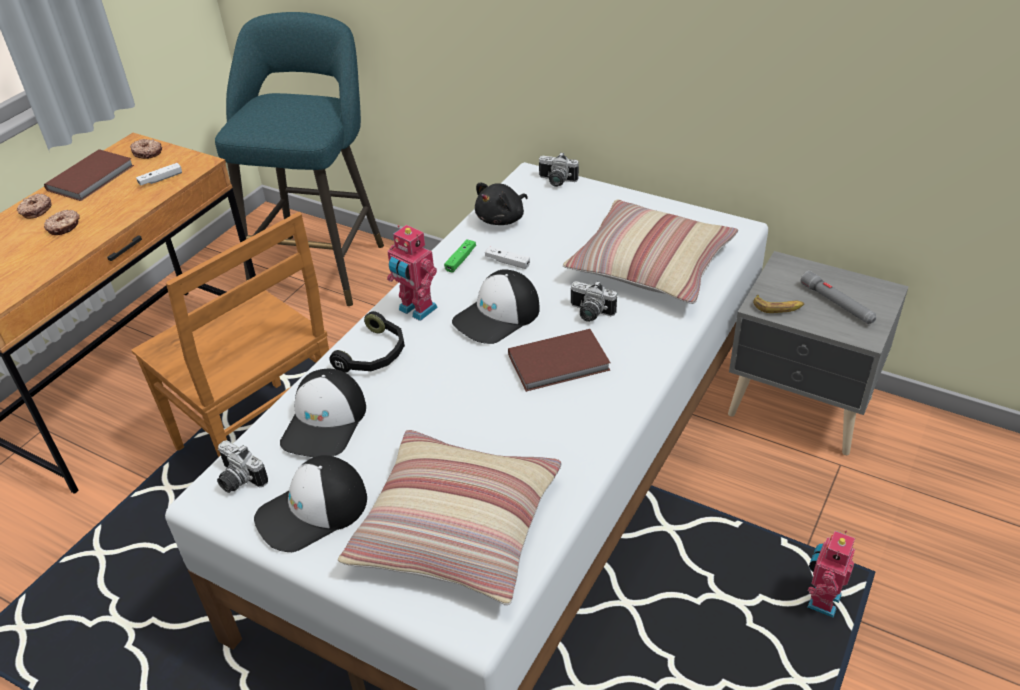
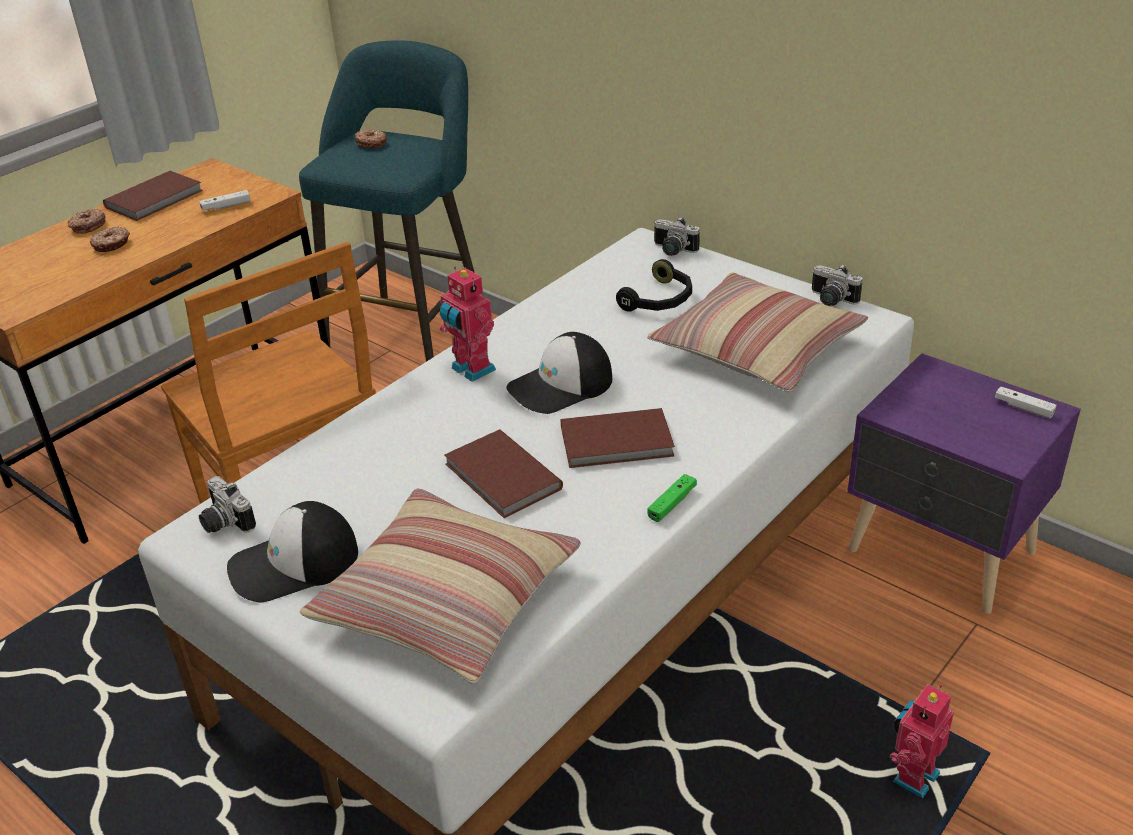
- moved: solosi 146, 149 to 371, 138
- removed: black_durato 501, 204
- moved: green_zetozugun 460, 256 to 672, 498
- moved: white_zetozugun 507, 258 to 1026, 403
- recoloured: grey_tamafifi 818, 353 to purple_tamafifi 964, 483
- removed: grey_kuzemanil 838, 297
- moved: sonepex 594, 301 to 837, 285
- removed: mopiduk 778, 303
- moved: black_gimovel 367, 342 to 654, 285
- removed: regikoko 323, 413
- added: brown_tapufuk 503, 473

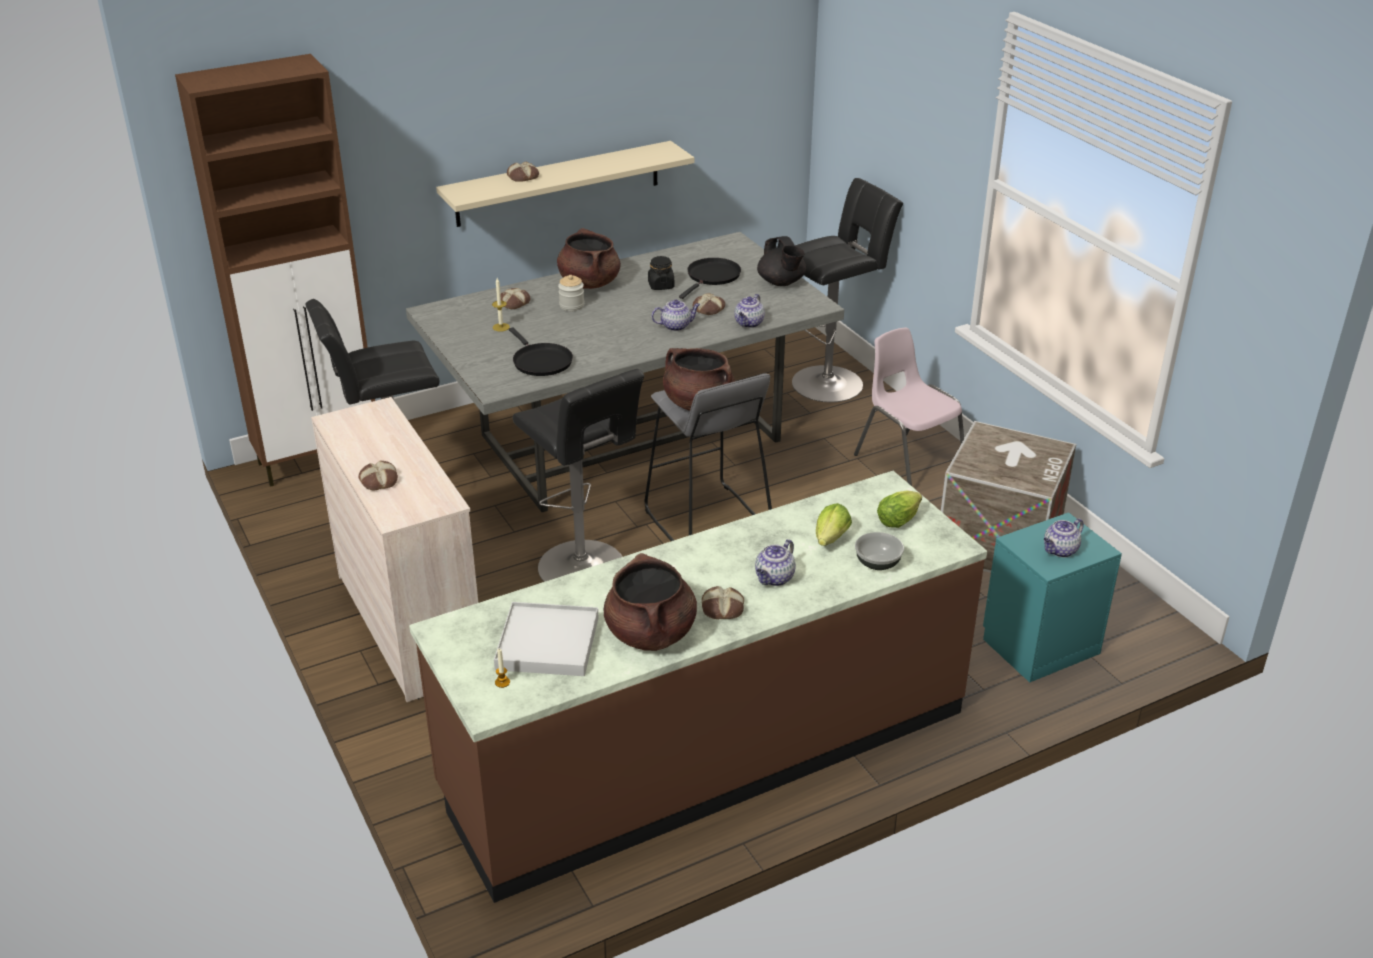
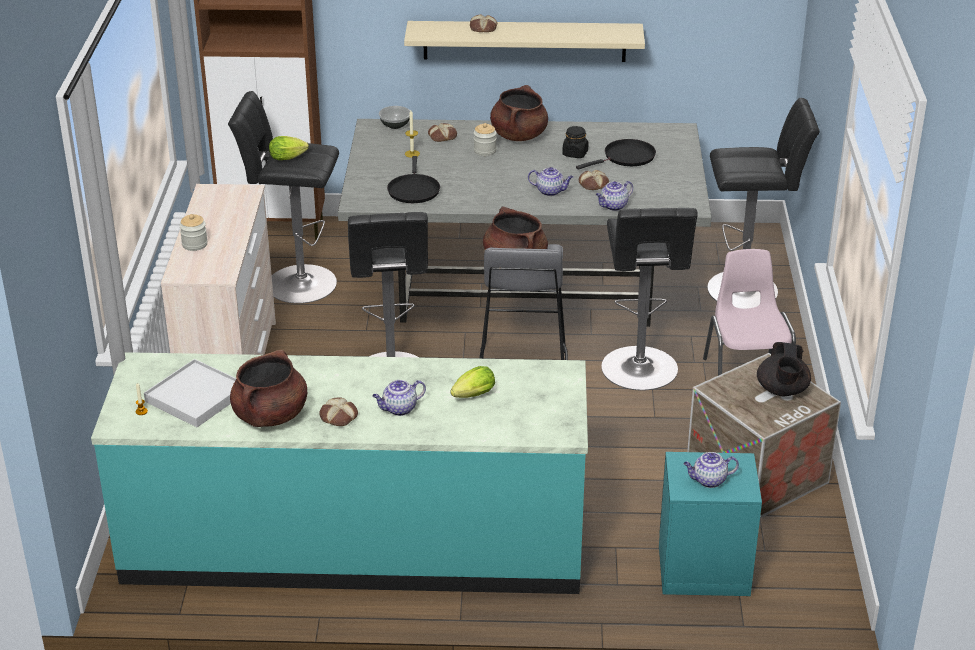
- moved: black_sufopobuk 781, 261 to 784, 369
- replaced: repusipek 378, 475 to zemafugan 193, 232
- recoloured: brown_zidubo 698, 687 to turquoise_zidubo 339, 473
- moved: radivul 899, 509 to 289, 148
- moved: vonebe 879, 551 to 394, 117
- added: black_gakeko 649, 299

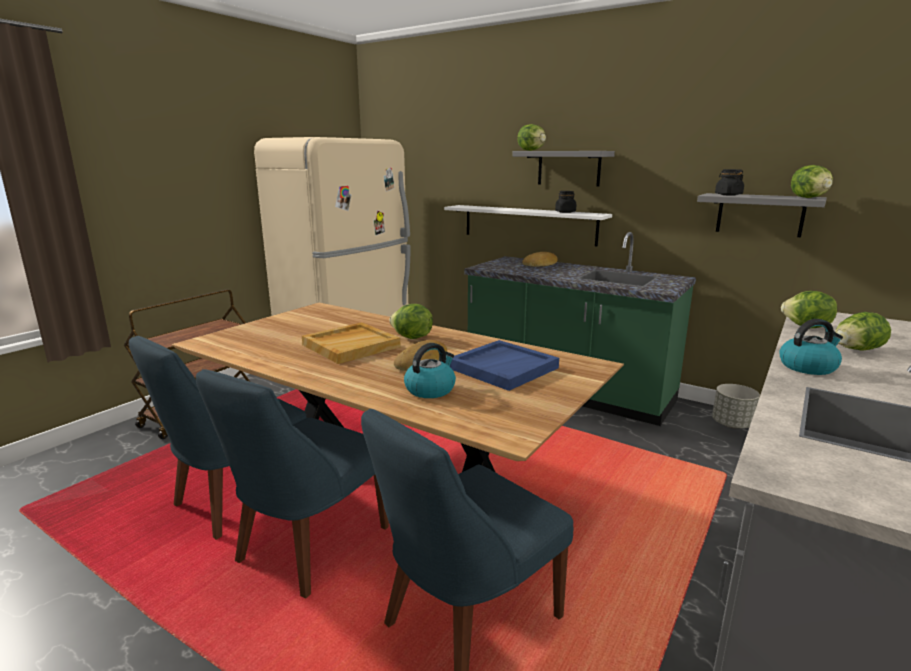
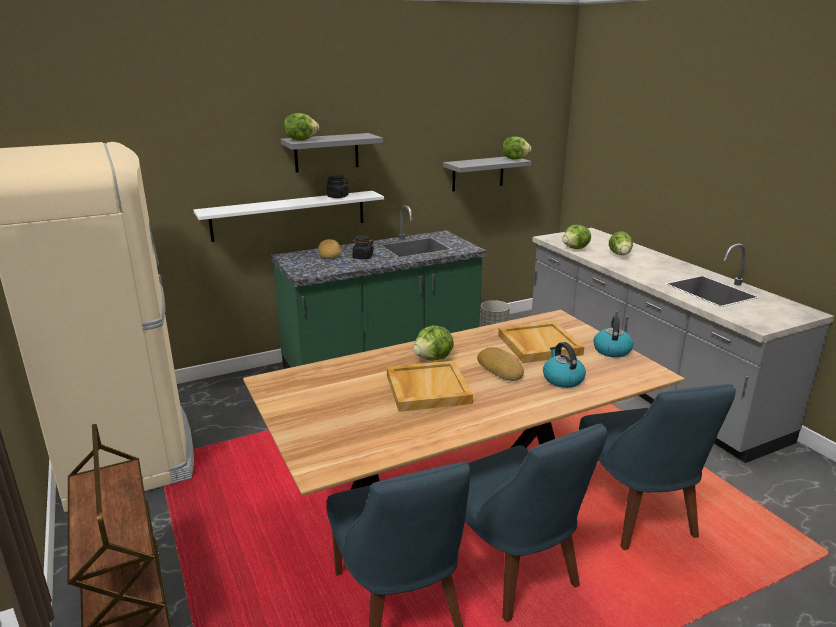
- moved: black_zemafugan 729, 182 to 362, 247
- moved: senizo 811, 347 to 613, 337
- recoloured: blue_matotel 504, 365 to beige_matotel 541, 342

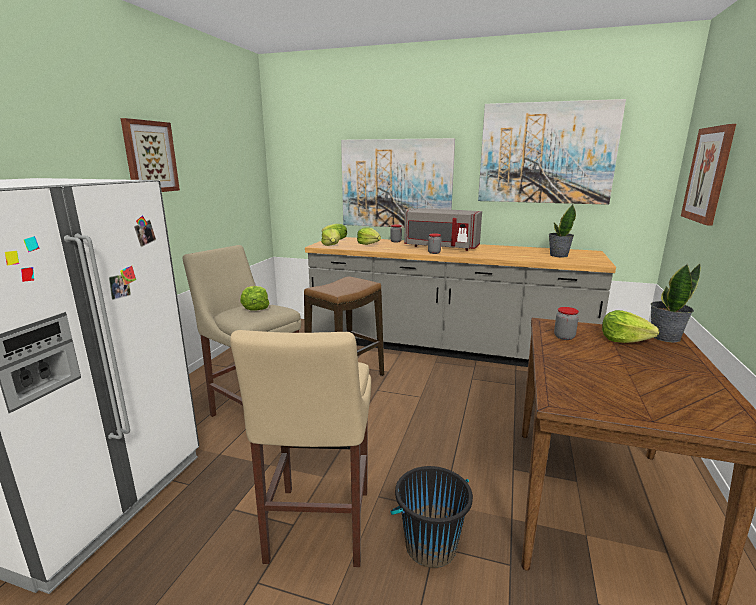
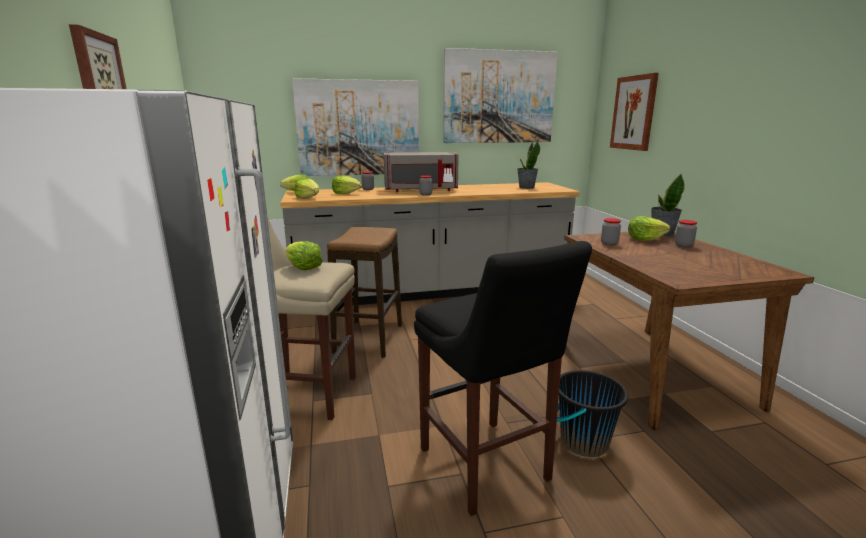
- recoloured: beige_gakeko 300, 448 to black_gakeko 503, 378
- added: zemafugan 686, 233

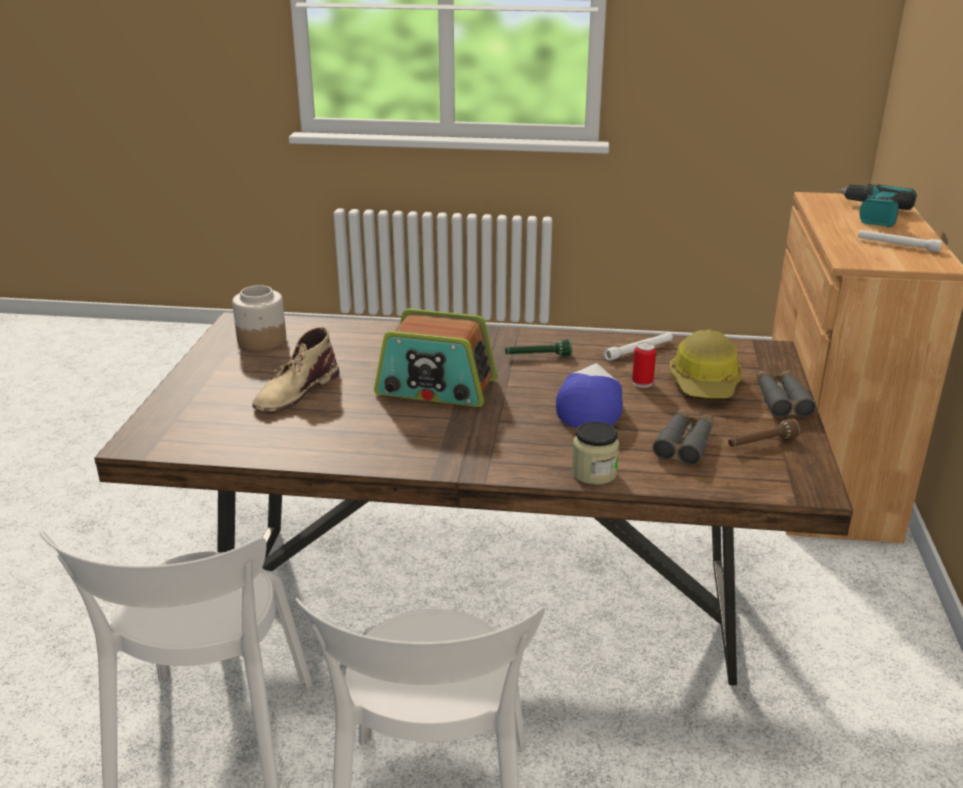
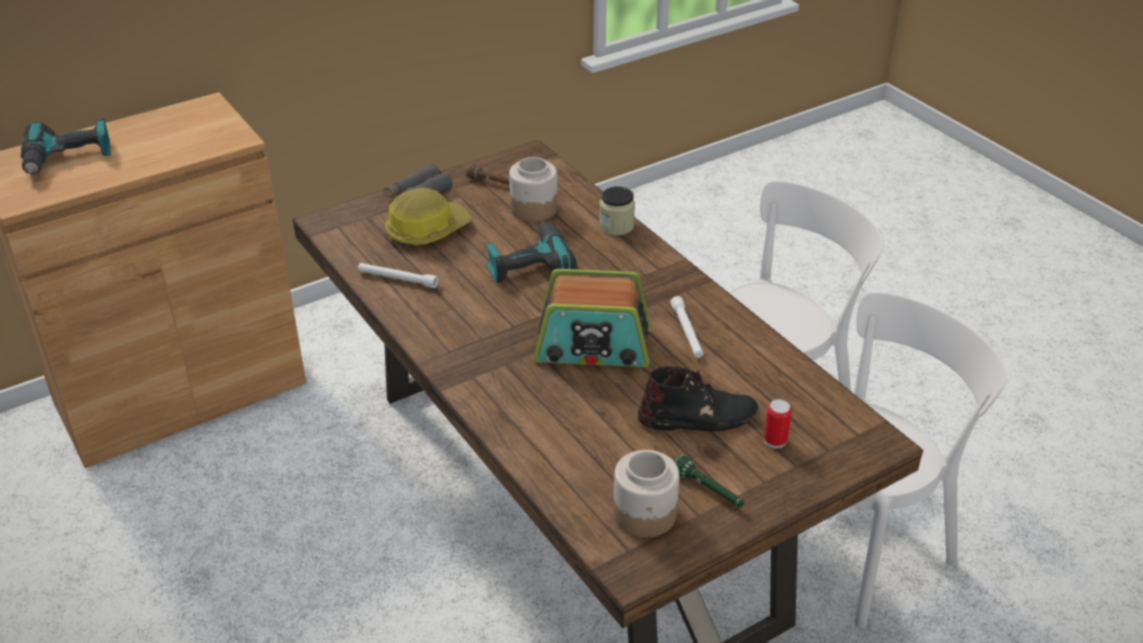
- moved: white_kuzemanil 900, 241 to 687, 327
- turned: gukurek 435, 357 = 592, 318 120 degrees clockwise
- recoloured: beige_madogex 295, 370 to black_madogex 698, 398
- moved: green_kuzemanil 538, 348 to 709, 481
- moved: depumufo 644, 365 to 778, 423
- replaced: regikoko 589, 395 to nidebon 531, 252
- replaced: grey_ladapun 683, 437 to zemafugan 533, 189

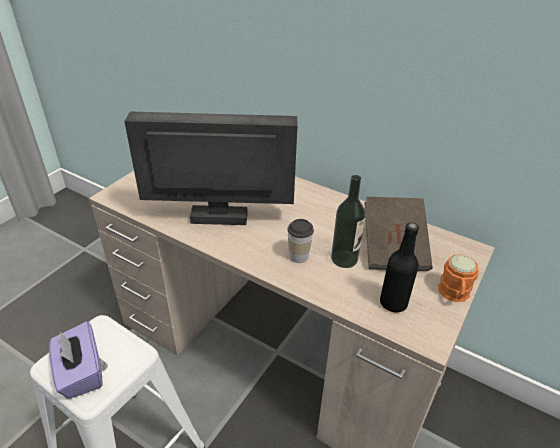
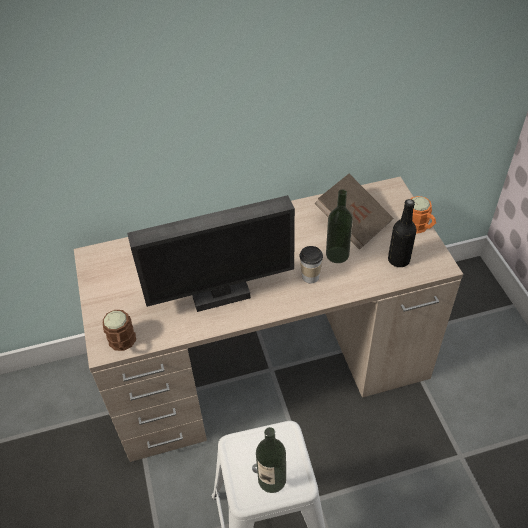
- turned: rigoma 210, 168 = 211, 253 150 degrees counterclockwise
- replaced: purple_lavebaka 76, 360 to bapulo 271, 460
- added: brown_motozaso 119, 330

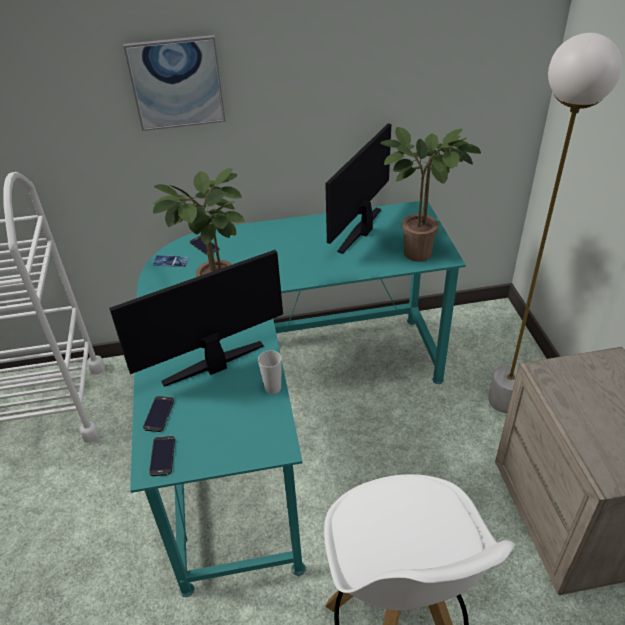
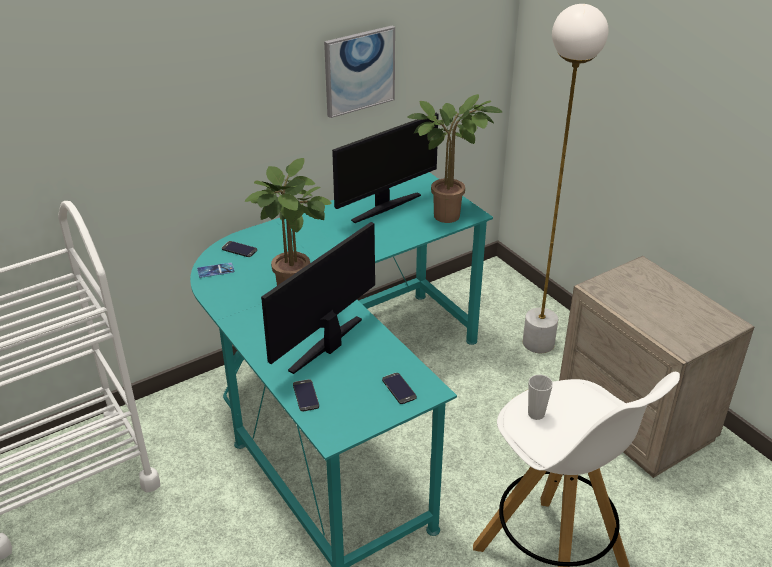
- moved: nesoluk 174, 83 to 359, 72
- turned: rigoma 358, 188 = 385, 168 135 degrees counterclockwise
- moved: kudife 270, 372 to 540, 397
- moved: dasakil 162, 456 to 399, 388

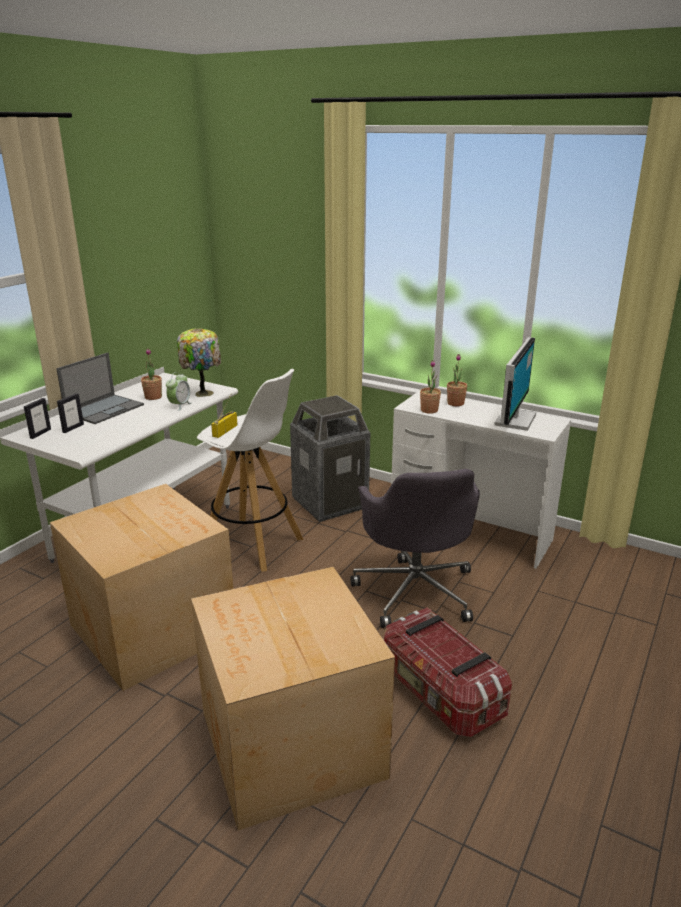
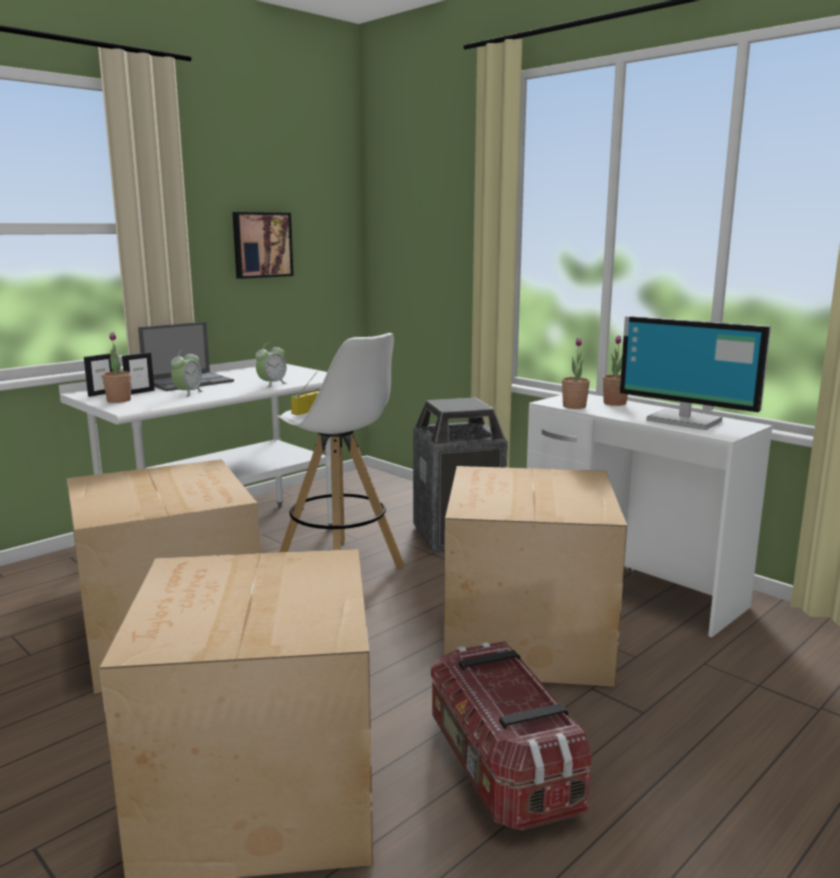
- removed: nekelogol 199, 362
- turned: rigoma 515, 384 = 695, 373 90 degrees clockwise
- moved: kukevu 151, 374 to 116, 367
- replaced: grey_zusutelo 415, 548 to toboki 535, 576
- added: nesoluk 263, 245
- added: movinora 187, 373

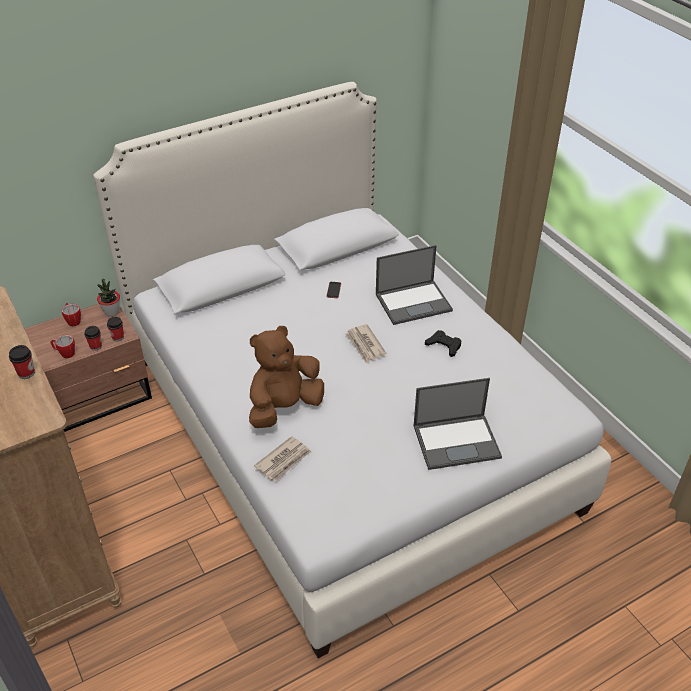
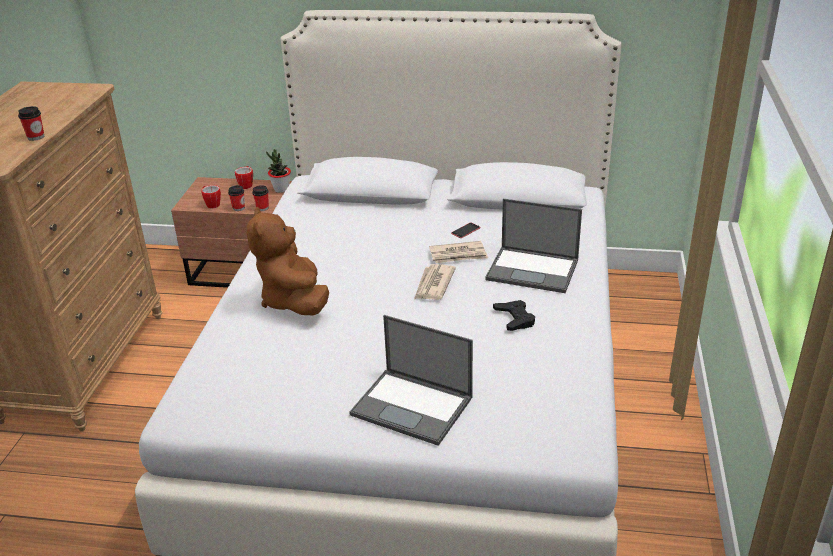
- turned: brown_durato 286, 377 = 288, 261 105 degrees counterclockwise
- moved: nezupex 282, 459 to 458, 252

